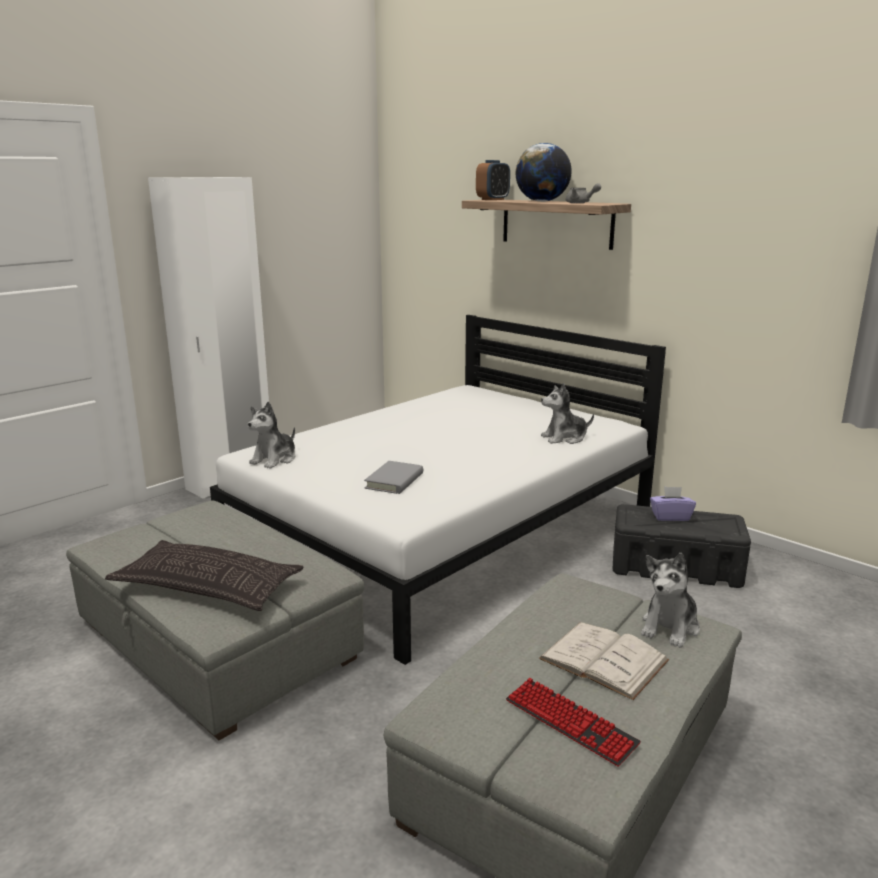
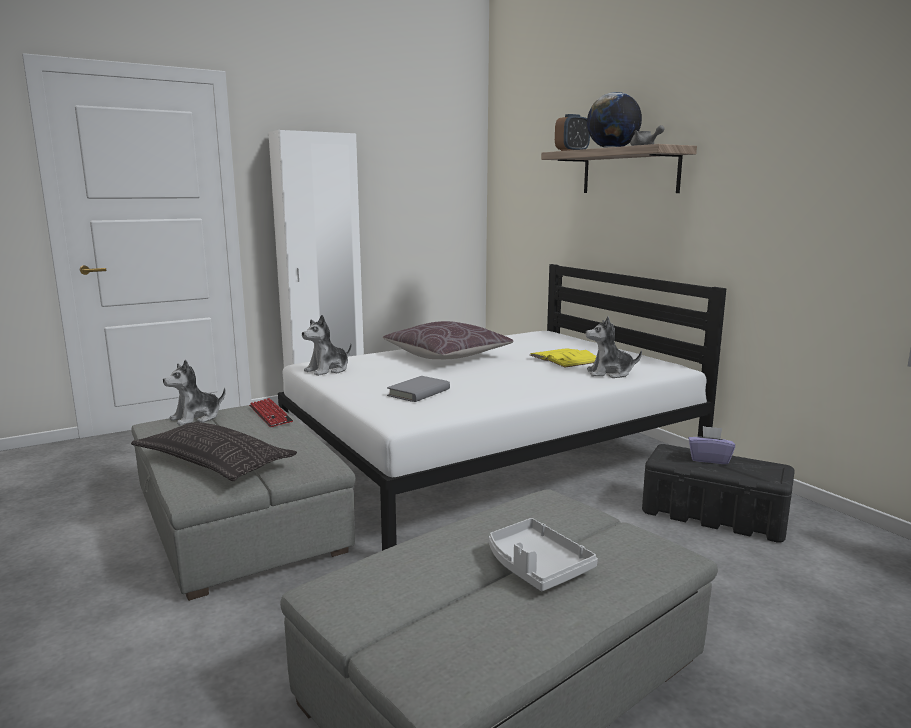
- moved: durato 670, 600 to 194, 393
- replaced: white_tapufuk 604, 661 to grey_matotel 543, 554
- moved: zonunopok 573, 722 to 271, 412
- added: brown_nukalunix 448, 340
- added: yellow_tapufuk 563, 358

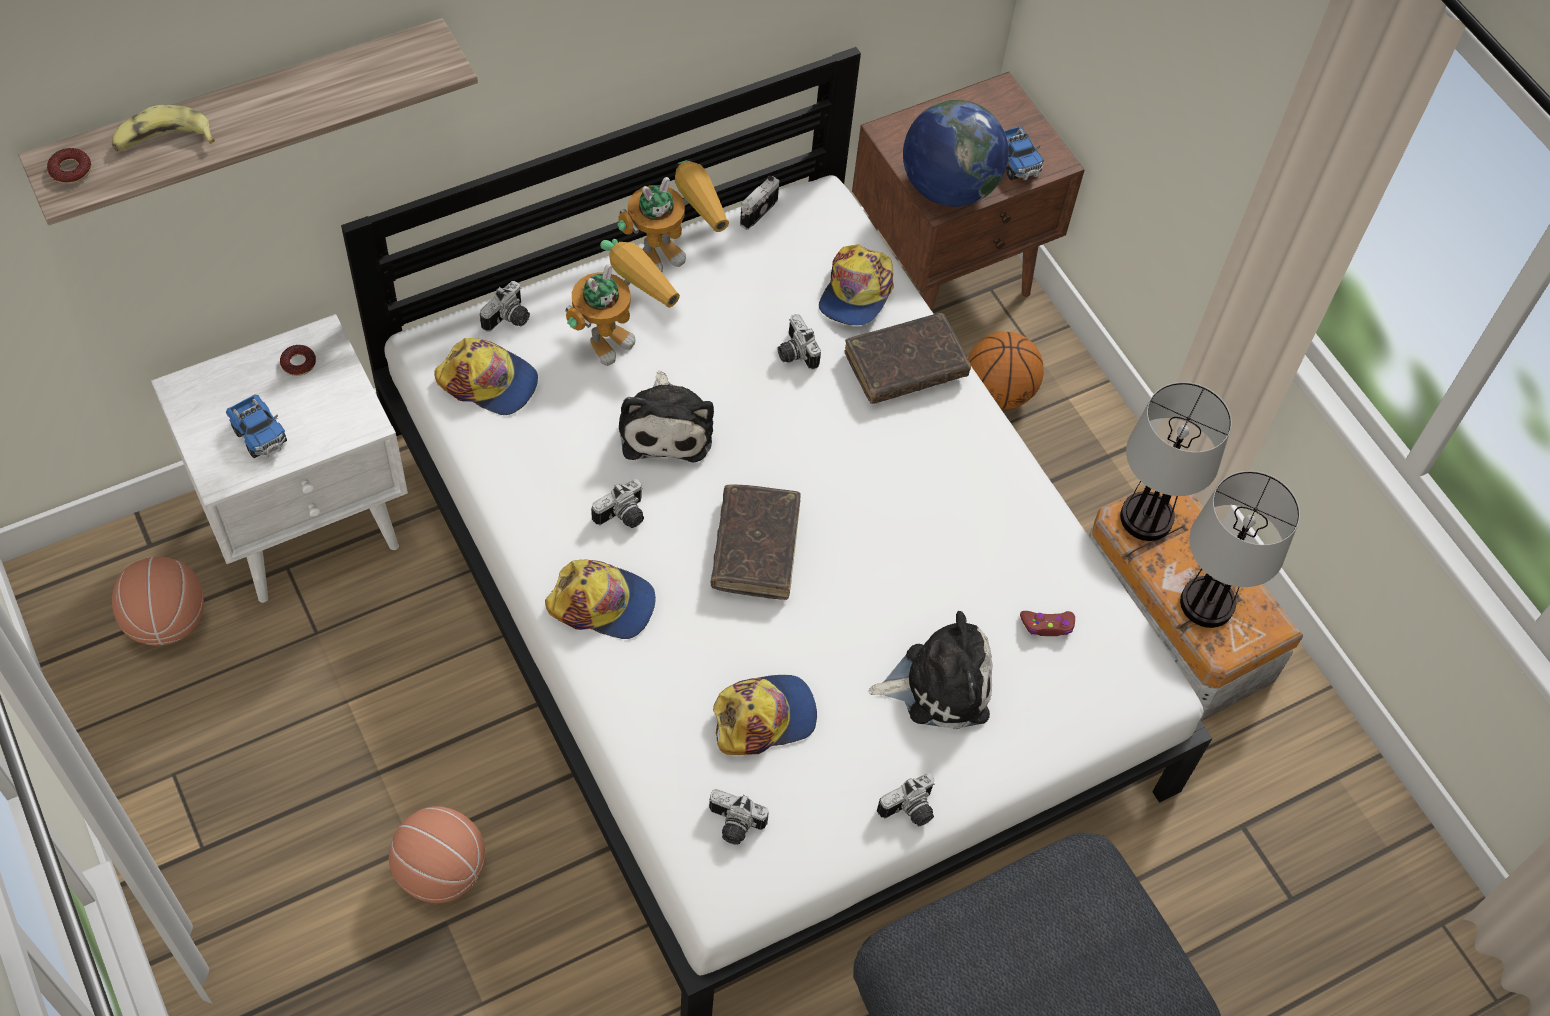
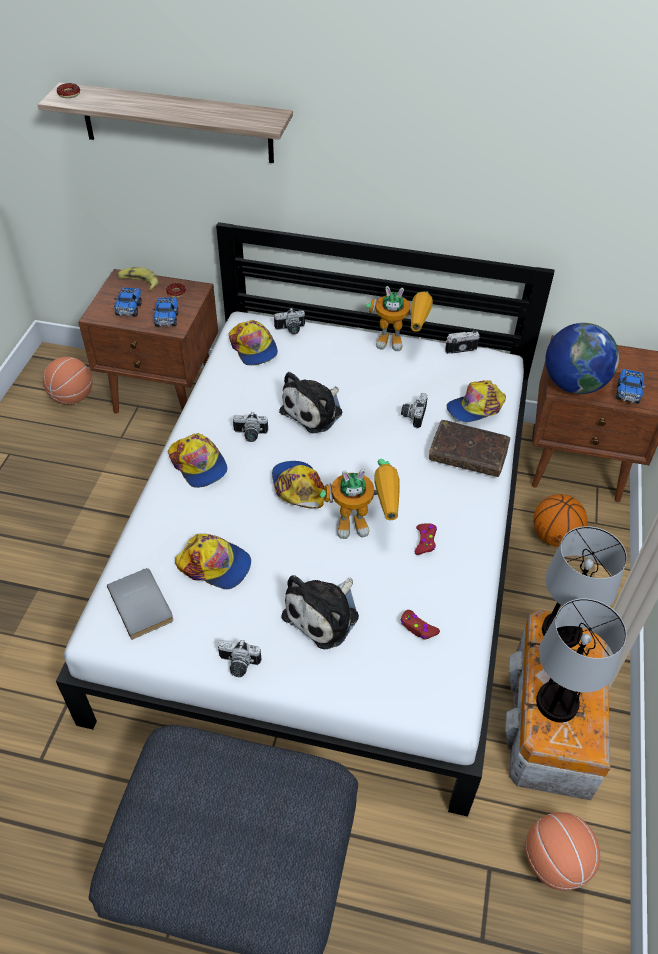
- moved: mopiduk 163, 128 to 138, 278
- moved: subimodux 622, 302 to 360, 499
- recoloured: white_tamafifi 279, 458 to brown_tamafifi 148, 341
- replaced: brown_tapufuk 756, 542 to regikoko 298, 485
- turned: durato 930, 670 = 320, 612 90 degrees clockwise
- replaced: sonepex 739, 817 to grey_tapufuk 140, 604
- moved: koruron 437, 854 to 562, 851
- added: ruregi 165, 312
- added: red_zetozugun 426, 539

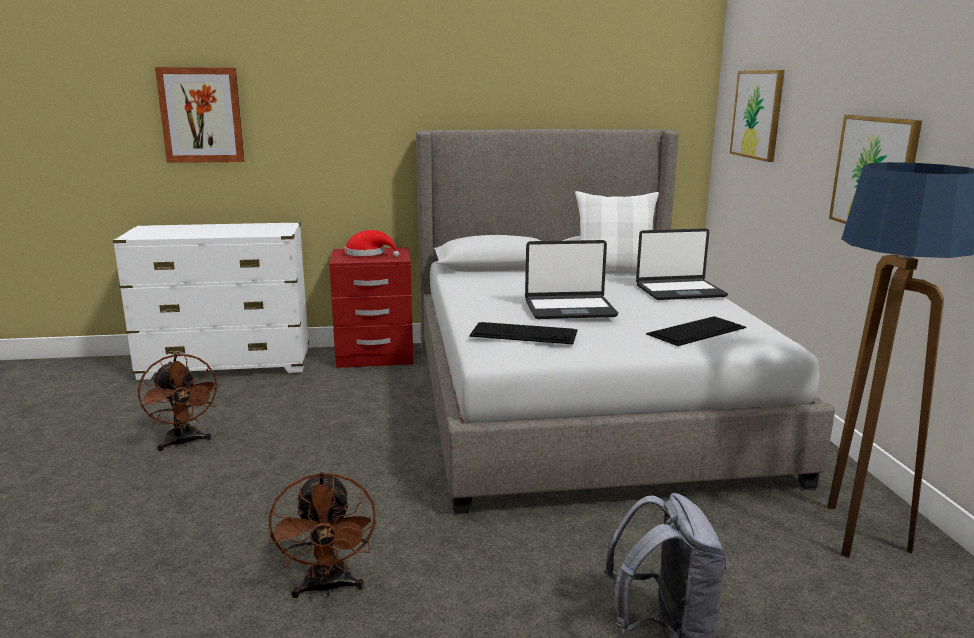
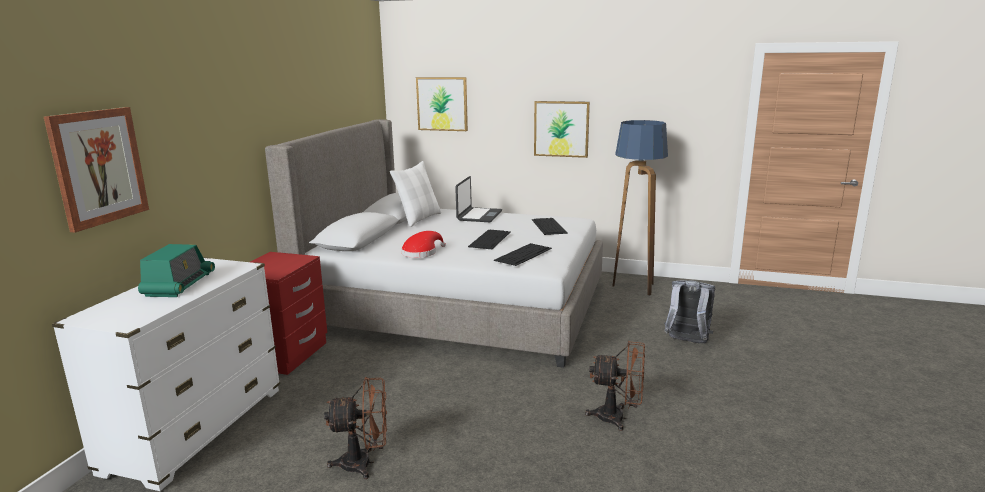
- moved: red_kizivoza 372, 243 to 423, 244
- replaced: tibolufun 571, 279 to zonunopok 489, 239
- added: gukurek 176, 270

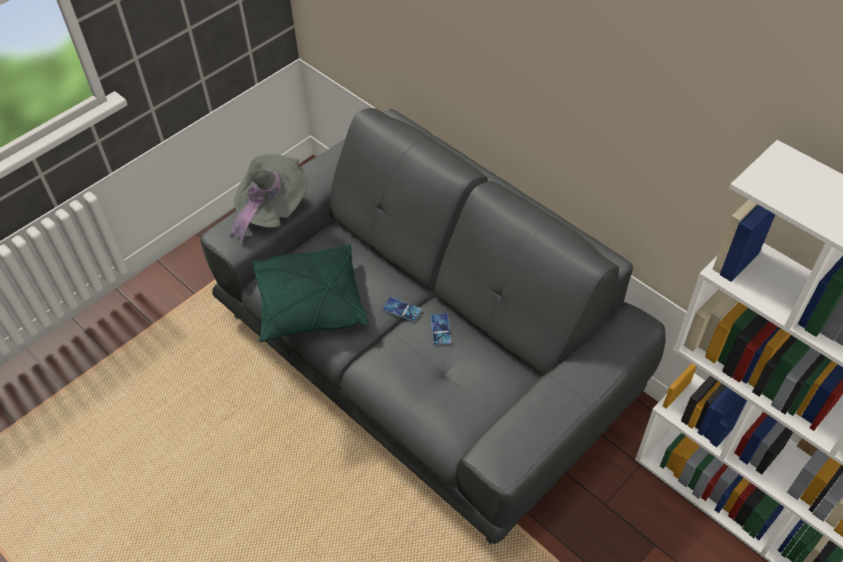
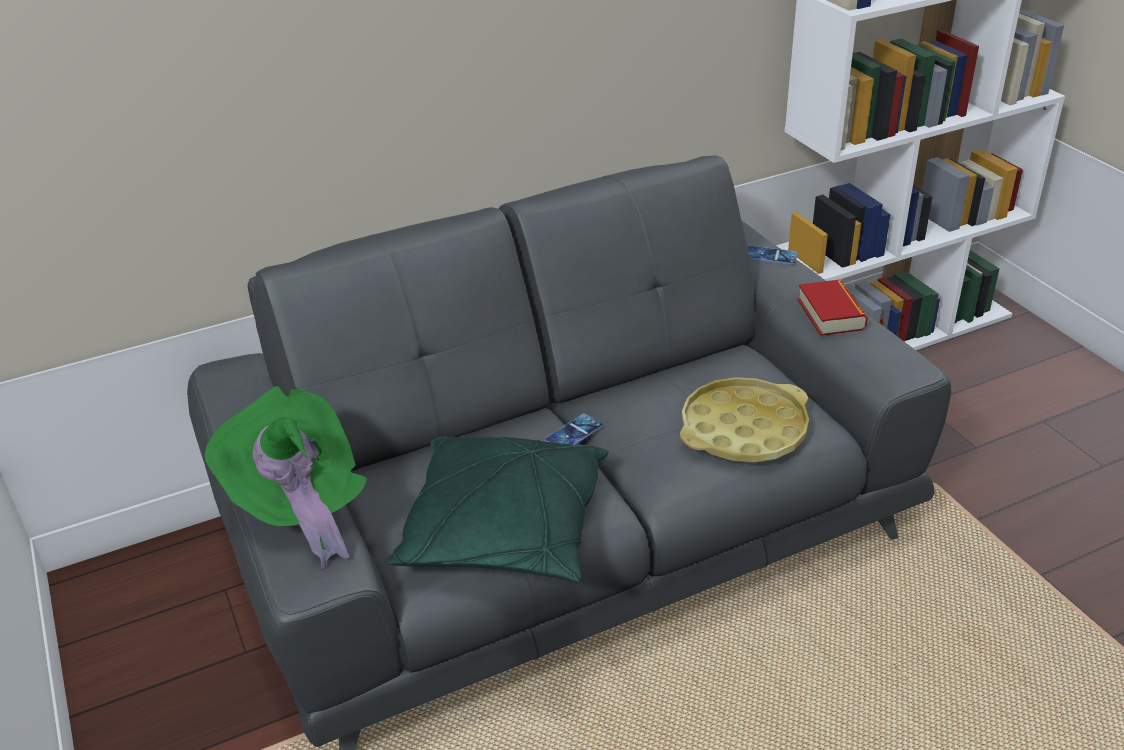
- recoloured: grey_kizivoza 268, 199 to green_kizivoza 286, 478
- moved: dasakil 441, 329 to 772, 255
- added: tapufuk 832, 308
- added: yellow_matotel 744, 420

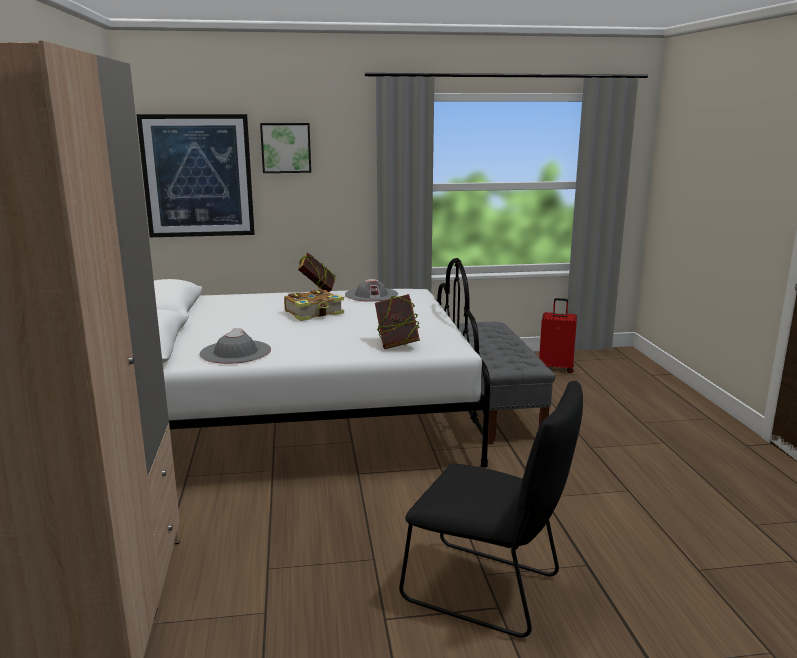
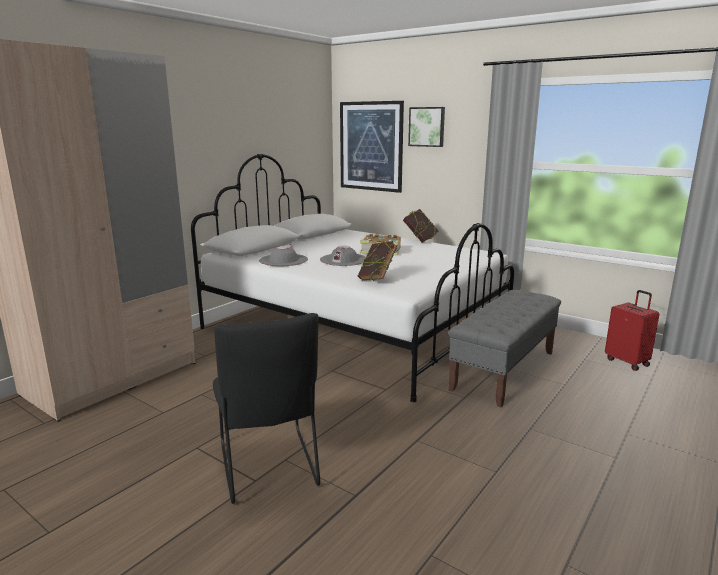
- moved: grey_kizivoza 371, 290 to 343, 256

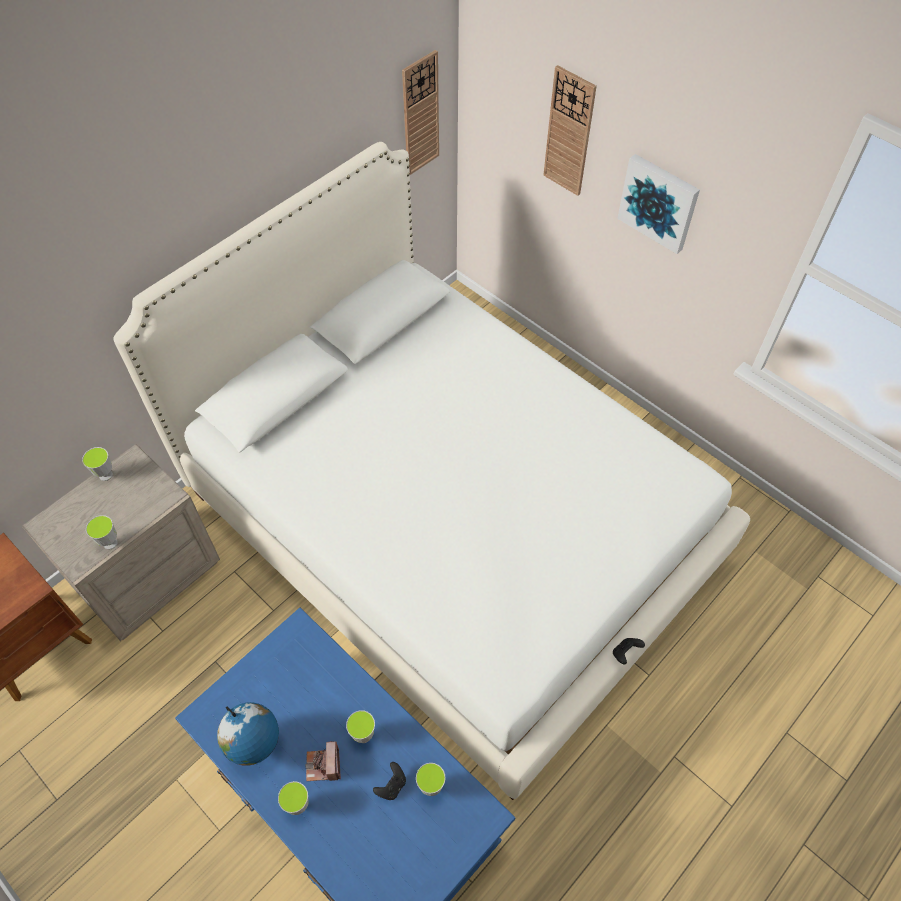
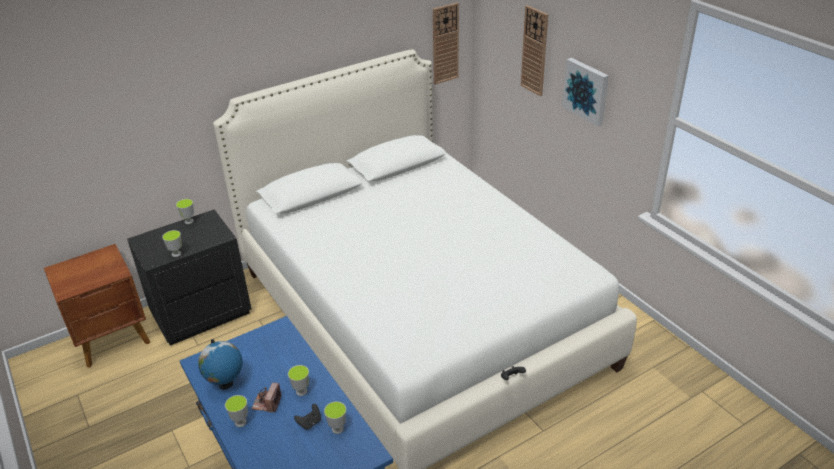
- recoloured: beige_tamafifi 121, 542 to black_tamafifi 189, 277

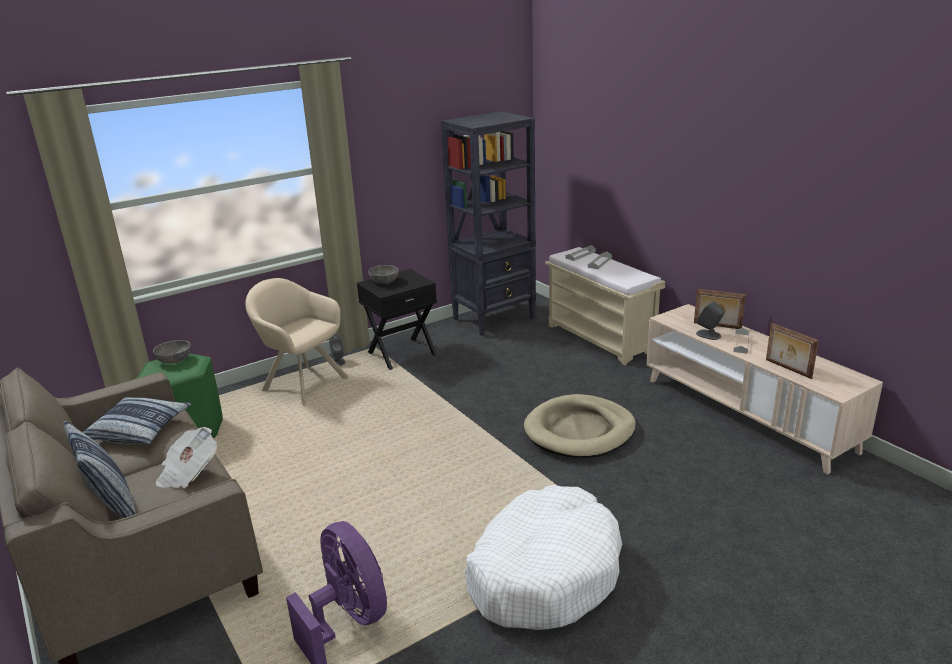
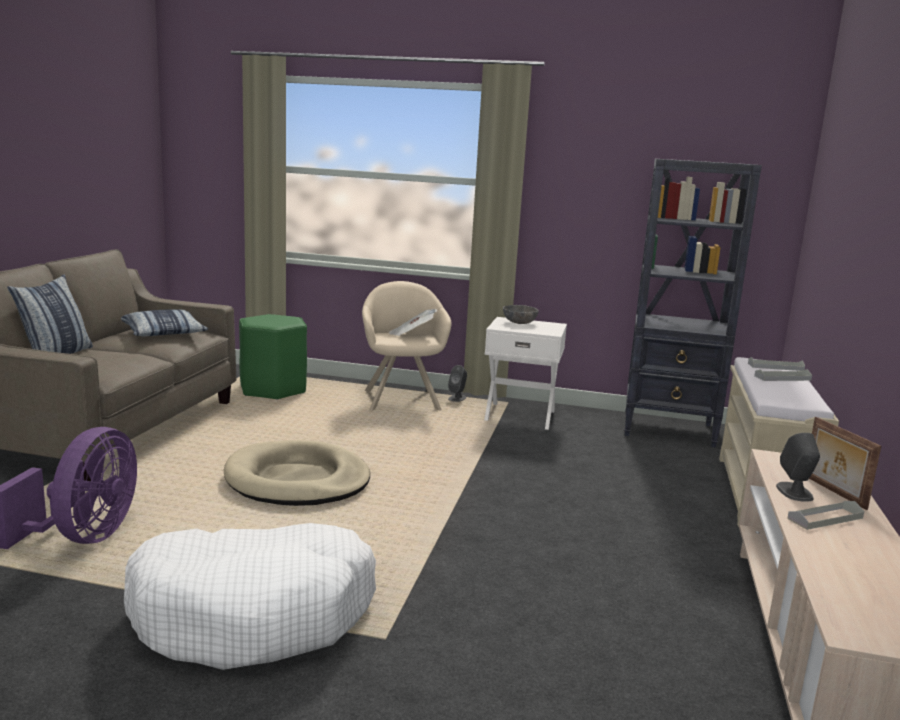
- recoloured: black_tamafifi 397, 319 to white_tamafifi 525, 373
- removed: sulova 792, 351
- removed: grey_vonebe 172, 352
- moved: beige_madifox 580, 426 to 297, 473
- moved: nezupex 186, 457 to 412, 322

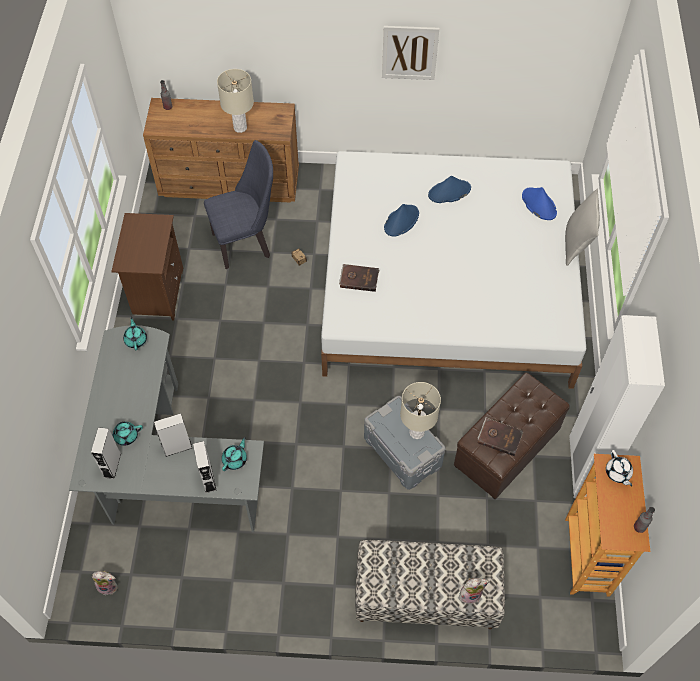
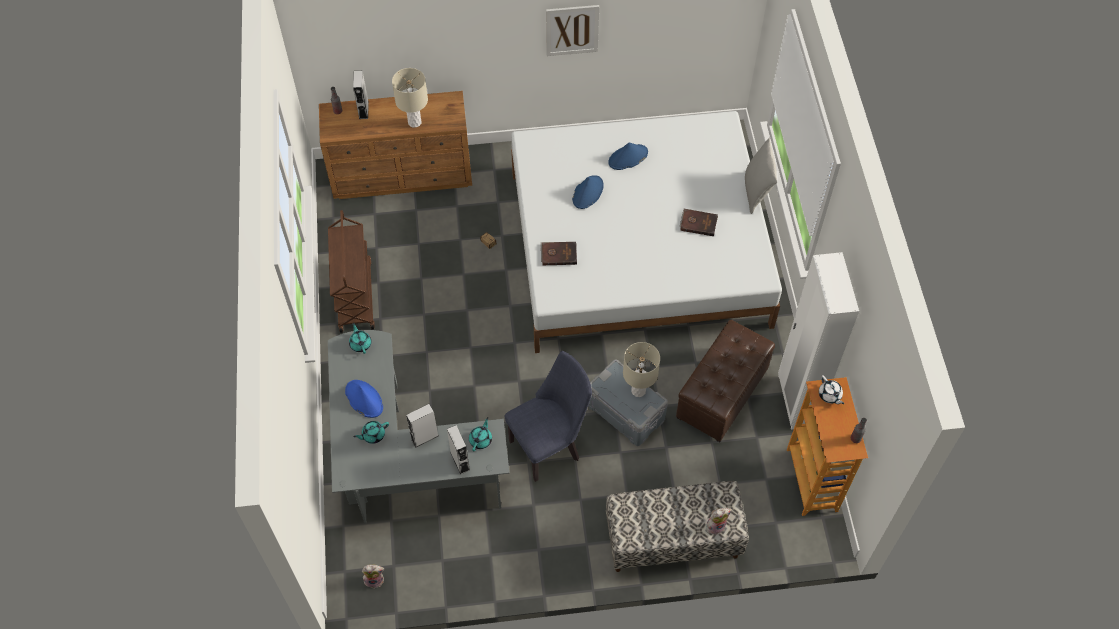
- moved: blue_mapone 238, 204 to 548, 416
- moved: blue_kizivoza 539, 203 to 364, 399
- replaced: brown_tamafifi 147, 266 to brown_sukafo 351, 271
- moved: brown_tapufuk 500, 436 to 699, 222
- moved: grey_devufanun 106, 453 to 361, 95

